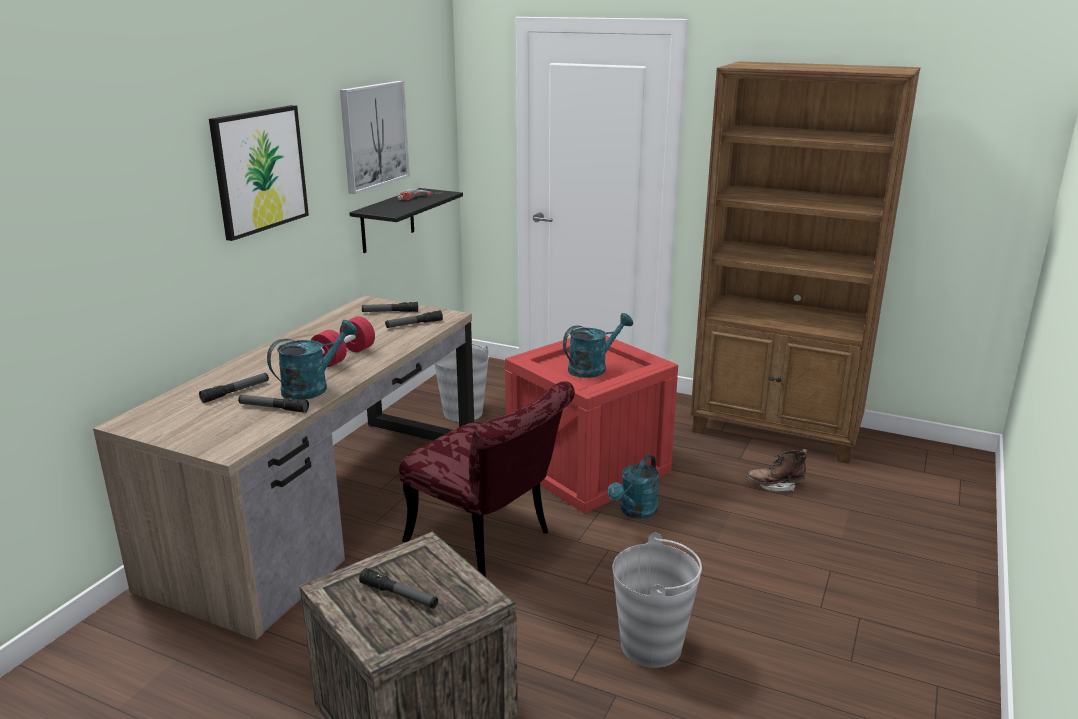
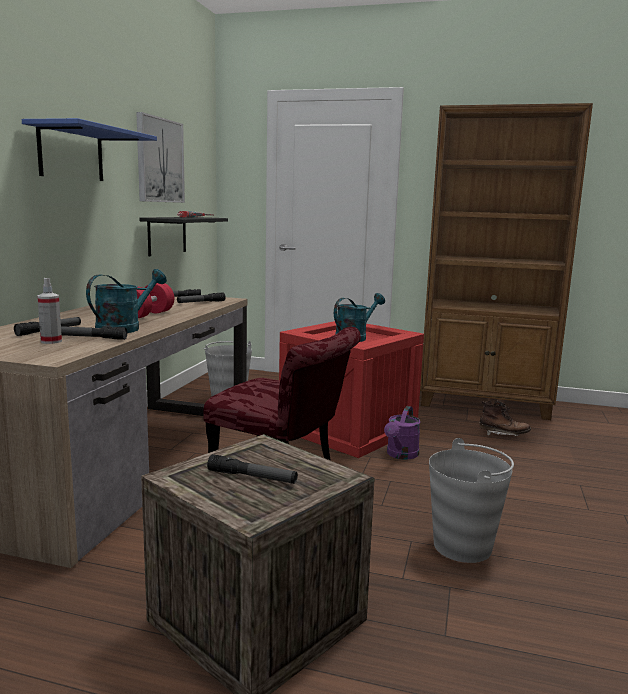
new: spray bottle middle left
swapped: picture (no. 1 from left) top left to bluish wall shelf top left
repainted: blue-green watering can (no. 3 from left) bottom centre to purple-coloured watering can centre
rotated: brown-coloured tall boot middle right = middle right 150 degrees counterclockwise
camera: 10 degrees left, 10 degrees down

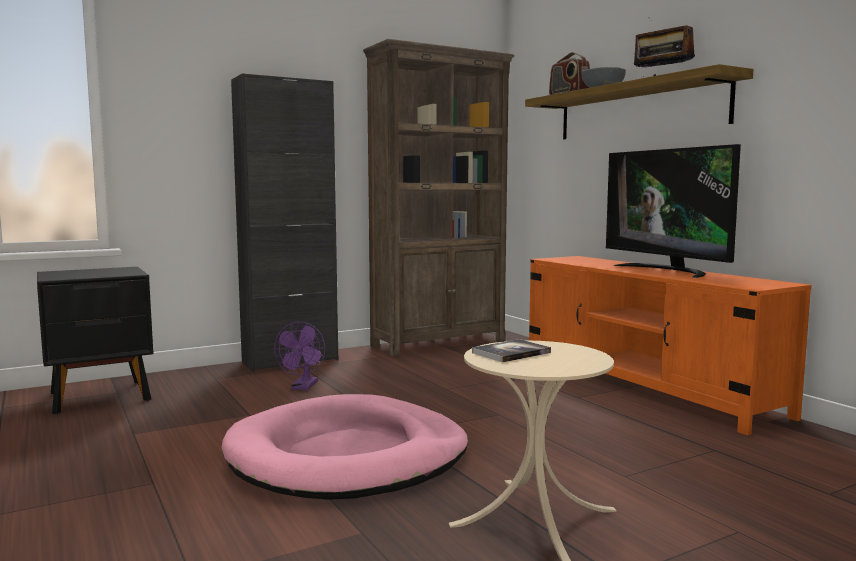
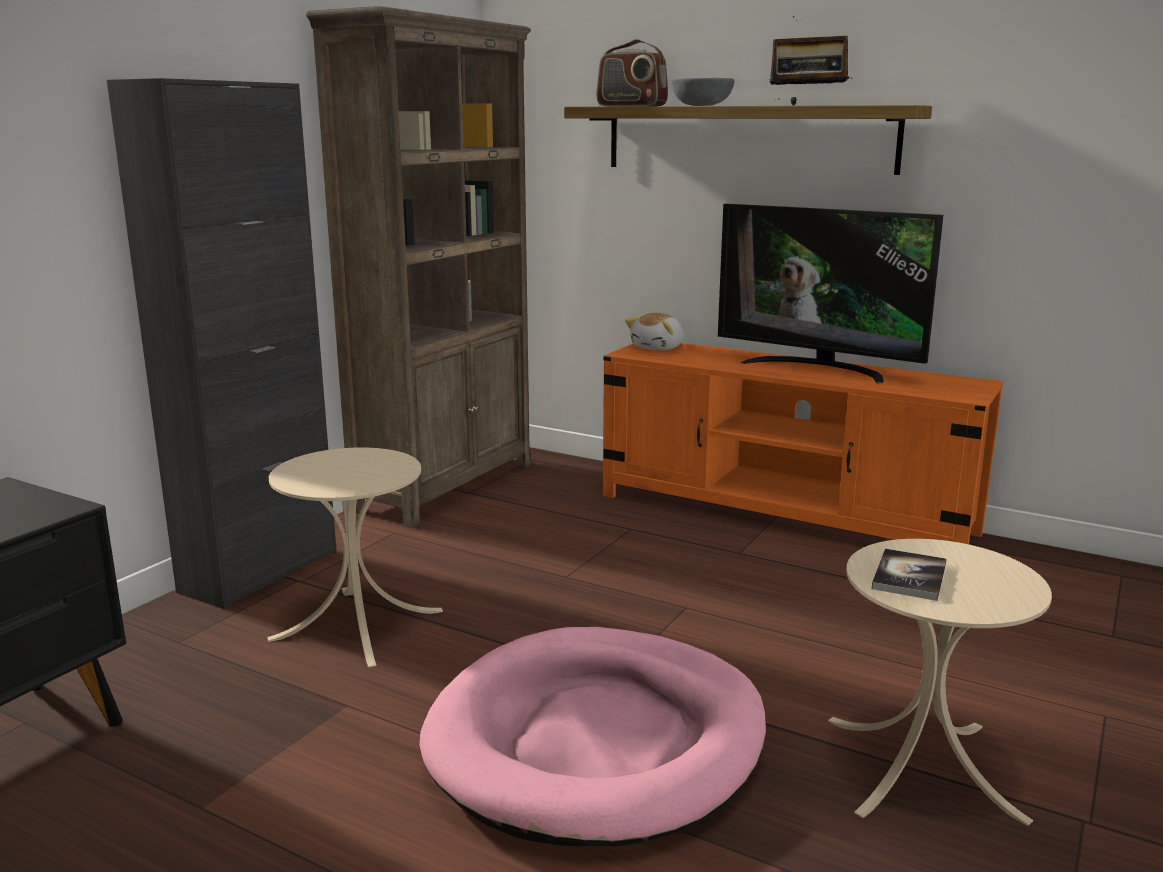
new: soft toy centre
swapped: purple-coloured fan centre to beige-coloured side table (no. 1 from left) middle left
camera: 30 degrees left, 10 degrees up

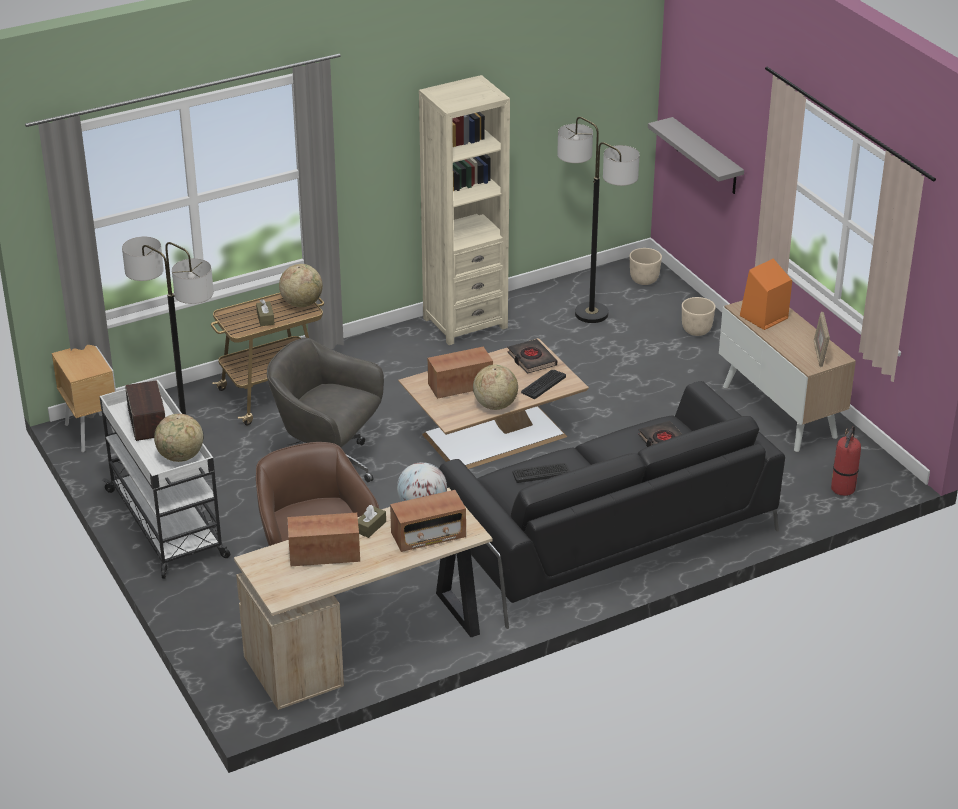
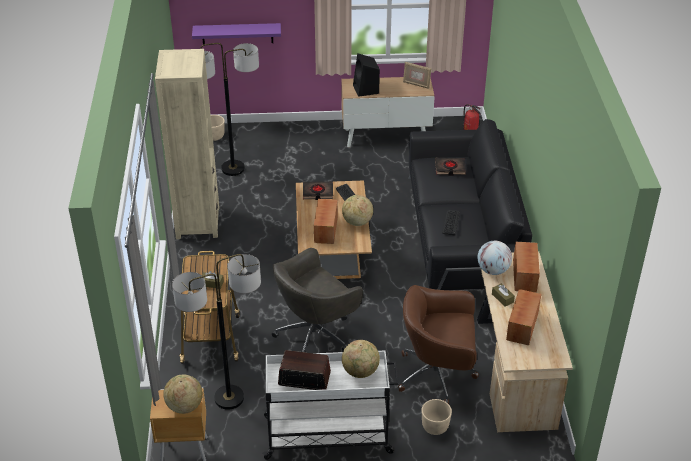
shifted: world globe (no. 2 from left in the first image) middle left to world globe (no. 1 from left) bottom left; beige-coloured planter (no. 2 from left) middle right to bottom centre
repainted: greyish wall shelf top right to purple-coloured wall shelf top centre; orangey loudspeaker middle right to black loudspeaker top centre
camera: 65 degrees left, 5 degrees up

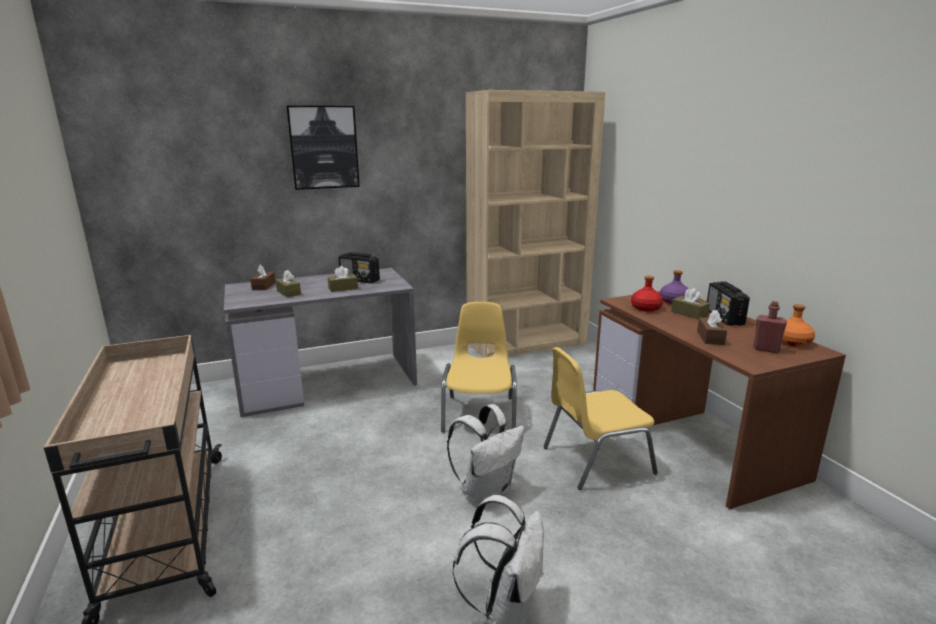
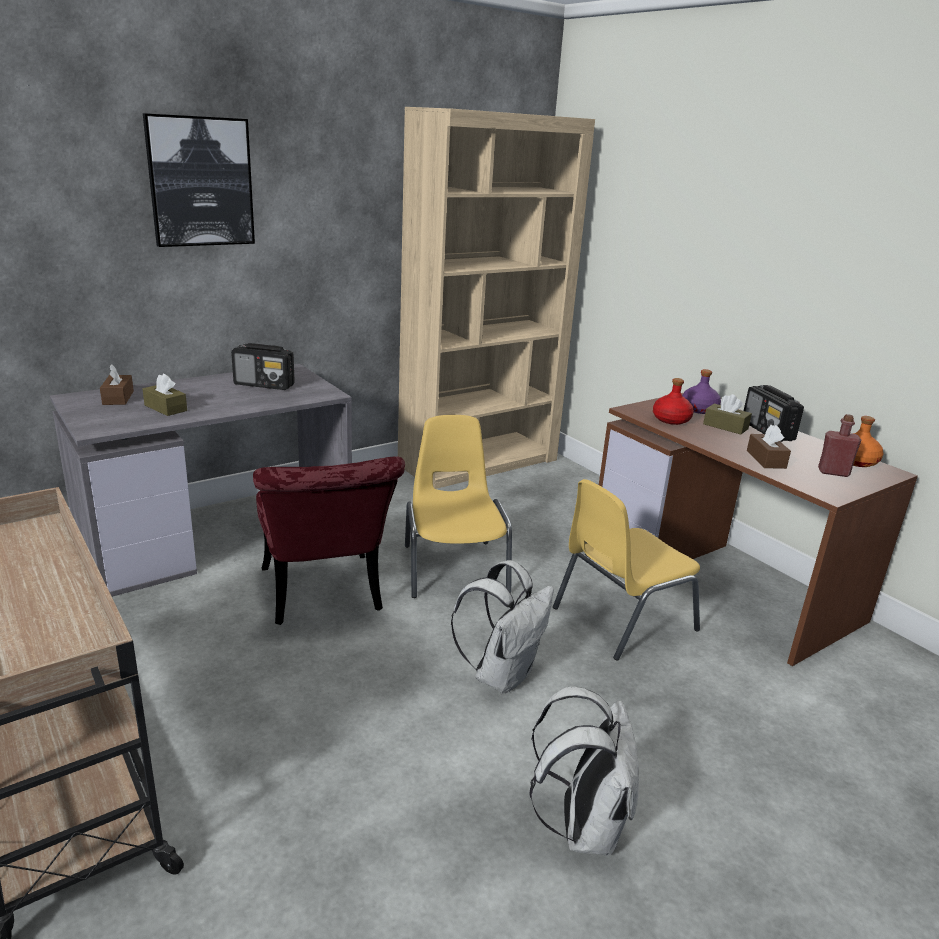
gone: brown-coloured tissue holder (no. 3 from left) centre
new: reddish upright chair centre
camera: 15 degrees left, 5 degrees up

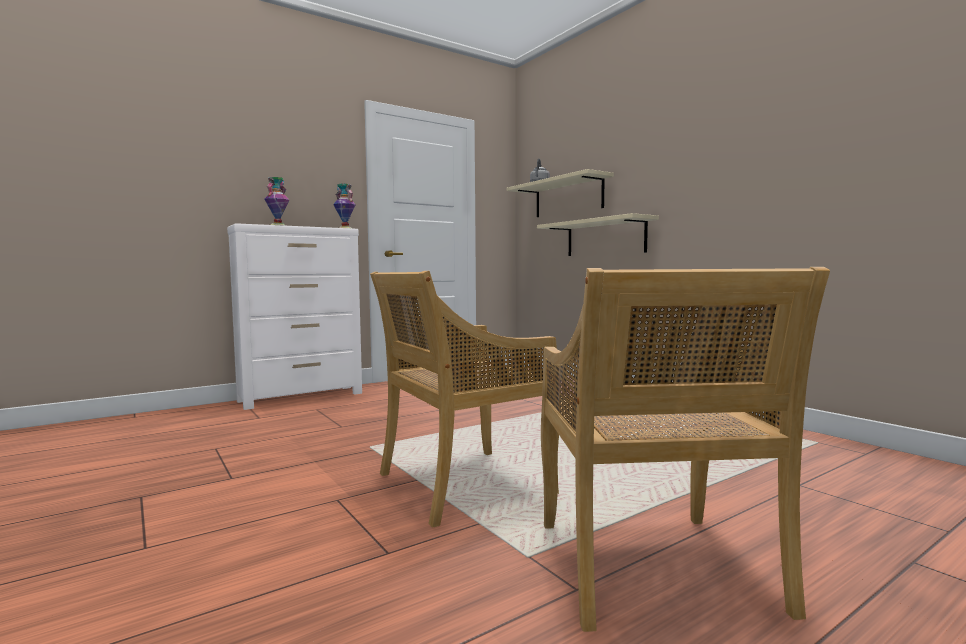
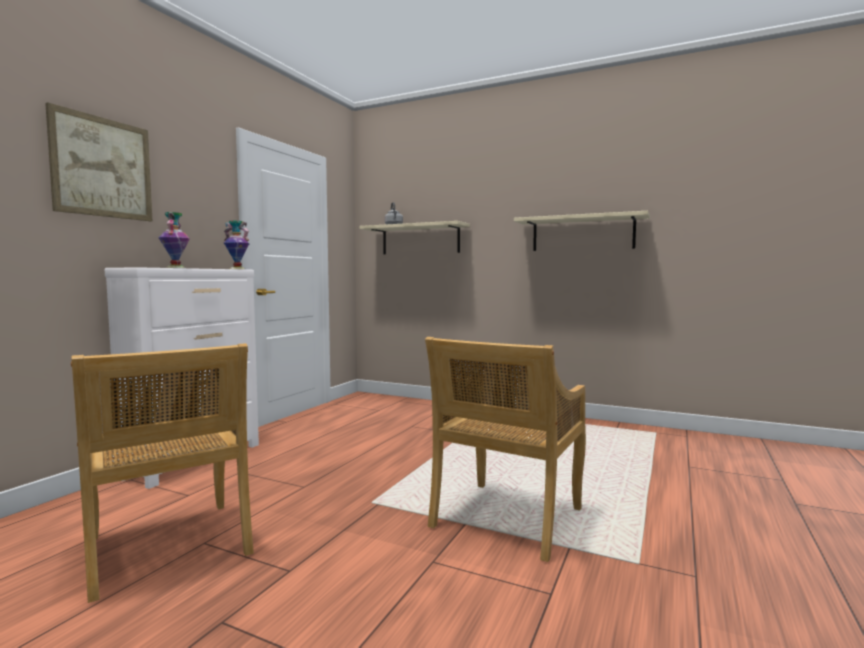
new: picture top left
shifted: beige-coloured wall shelf (no. 2 from left) centre to middle right; beige-coloured upright chair (no. 2 from left in the first image) bottom right to beige-coloured upright chair (no. 1 from left) bottom left
camera: 30 degrees left, 0 degrees up

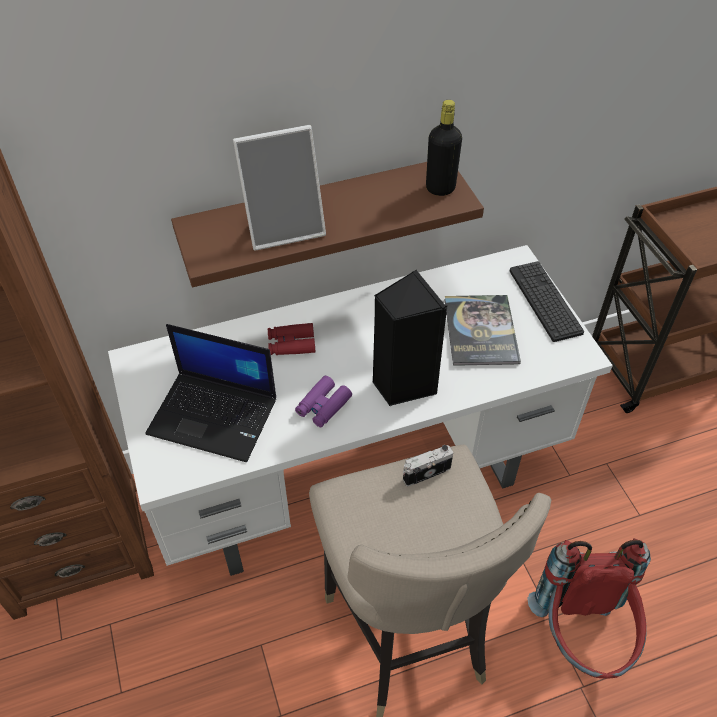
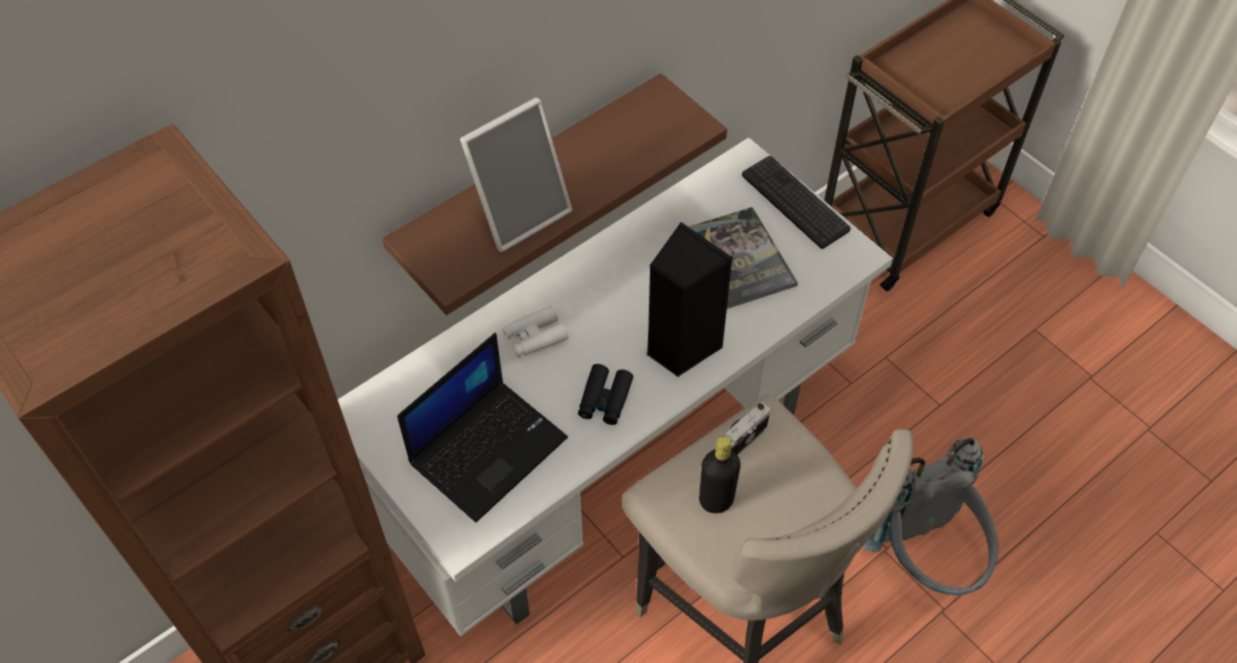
shifted: black drink bottle top centre to bottom centre
repainted: reddish binoculars centre to whitish binoculars centre; purple-coloured binoculars centre to black binoculars centre; reddish knapsack bottom right to greyish knapsack bottom right
rotated: portable computer middle left = centre 45 degrees counterclockwise
camera: 20 degrees left, 5 degrees up

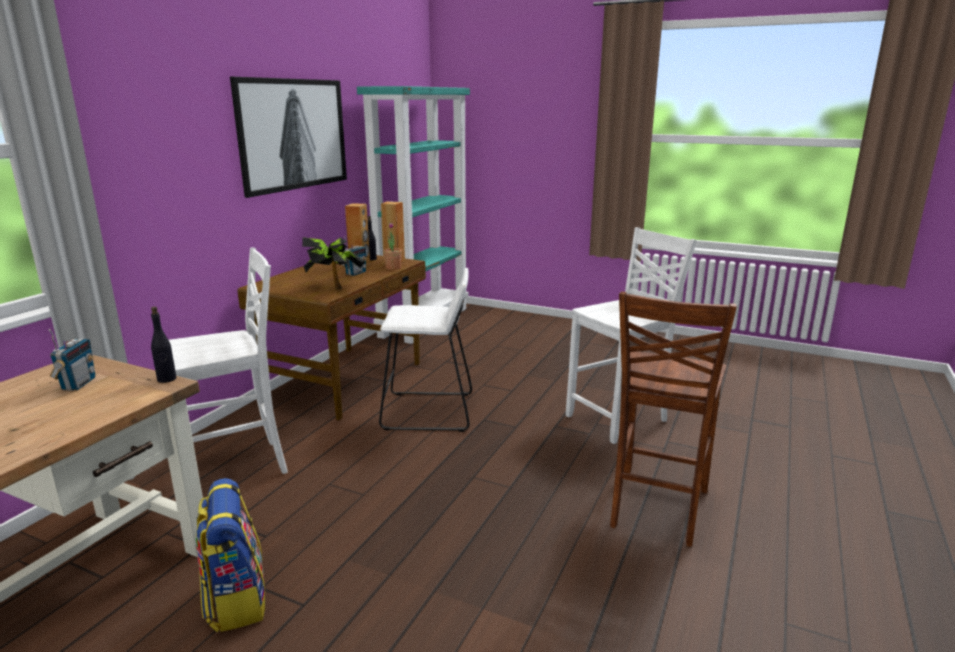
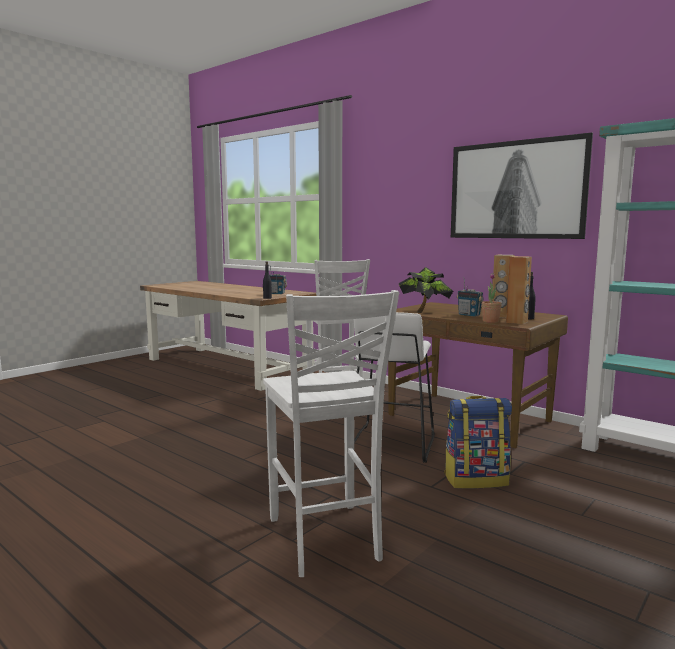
gone: brown-coloured upright chair middle right
shifted: knapsack bottom left to bottom right
camera: 105 degrees right, 10 degrees down

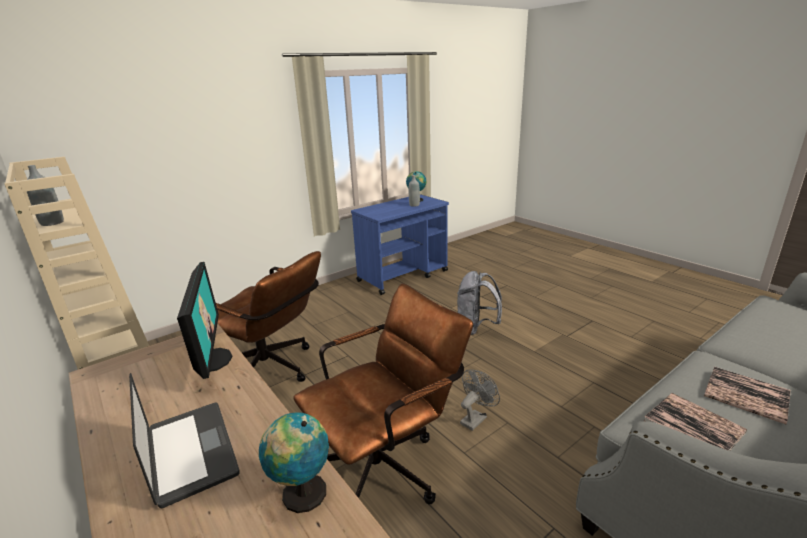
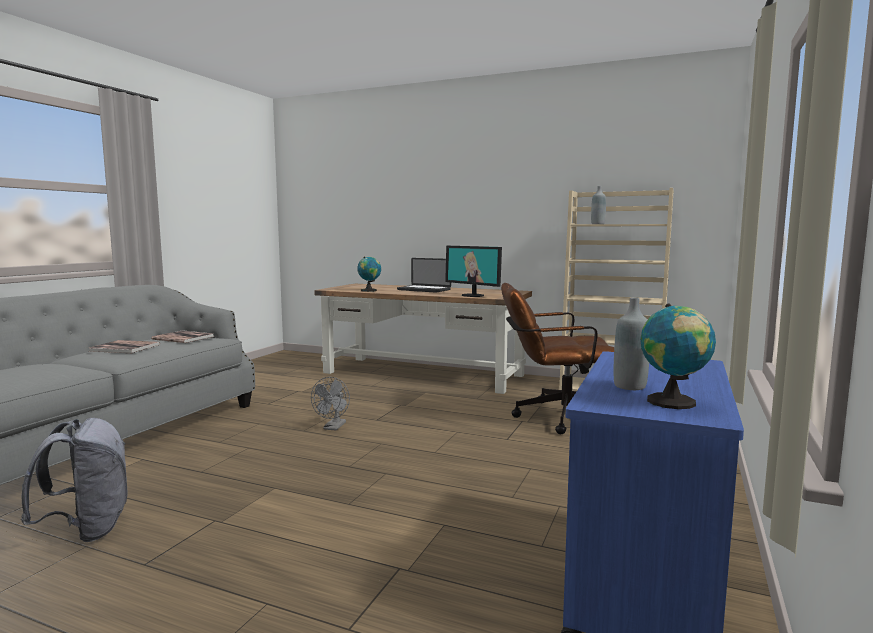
gone: brown-coloured office chair (no. 2 from left) bottom centre
shifted: greyish knapsack centre to bottom left
camera: 150 degrees right, 15 degrees down

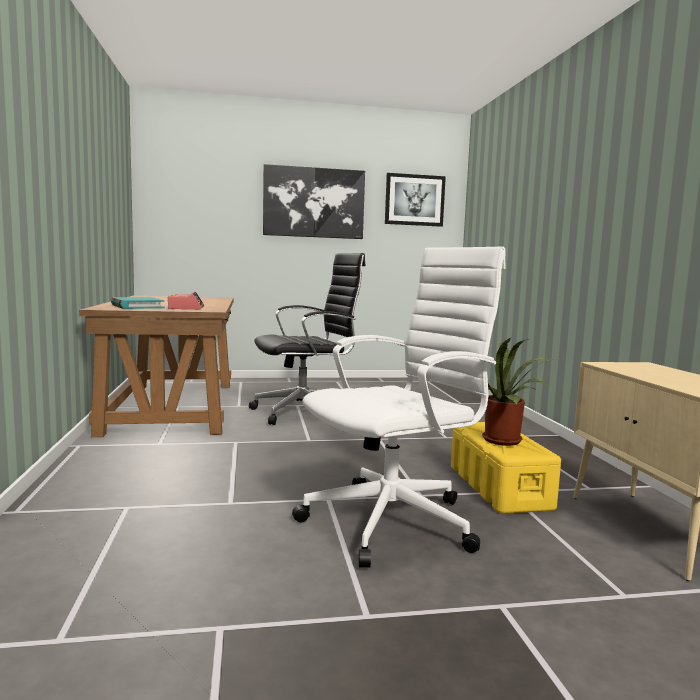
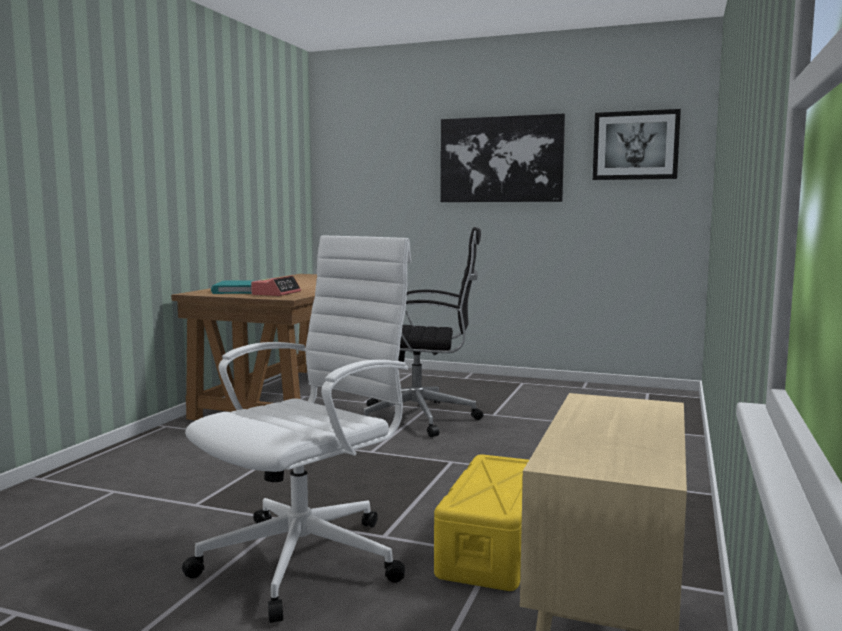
gone: plant in a pot middle right
rotated: whitish office chair centre = bottom centre 45 degrees counterclockwise
camera: 30 degrees right, 0 degrees up

